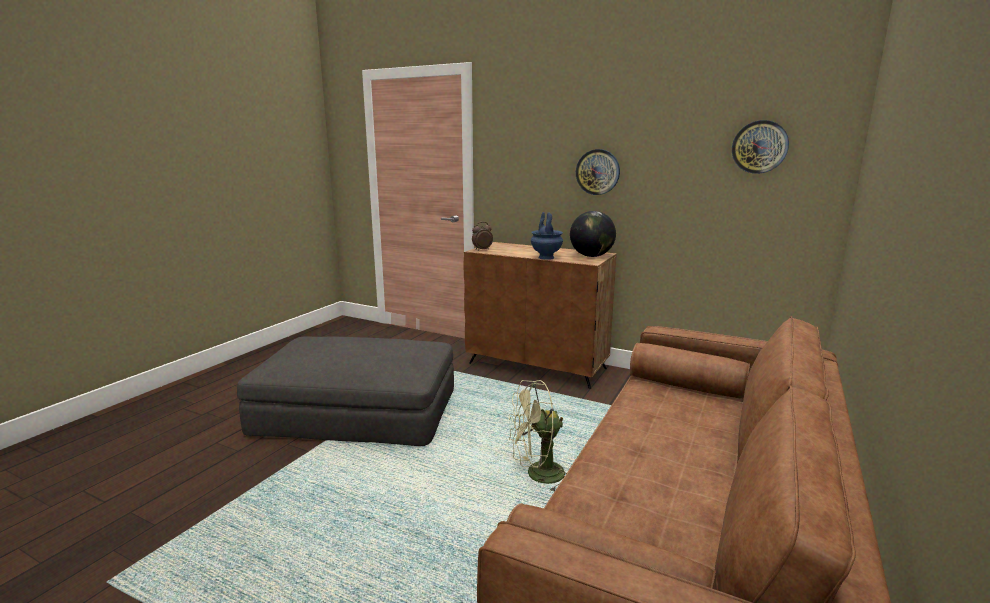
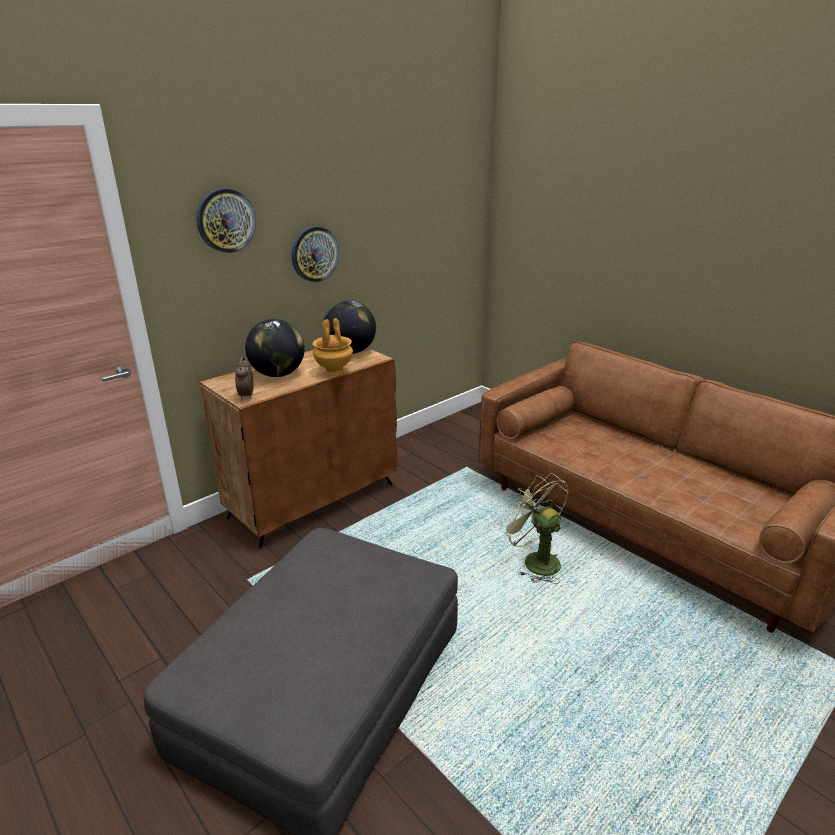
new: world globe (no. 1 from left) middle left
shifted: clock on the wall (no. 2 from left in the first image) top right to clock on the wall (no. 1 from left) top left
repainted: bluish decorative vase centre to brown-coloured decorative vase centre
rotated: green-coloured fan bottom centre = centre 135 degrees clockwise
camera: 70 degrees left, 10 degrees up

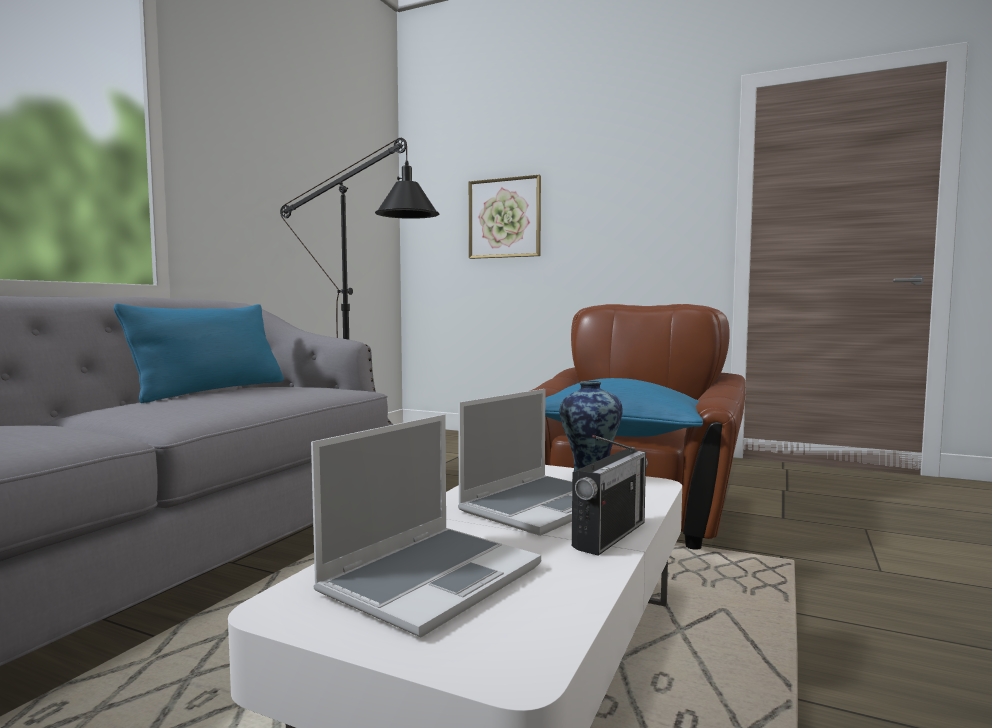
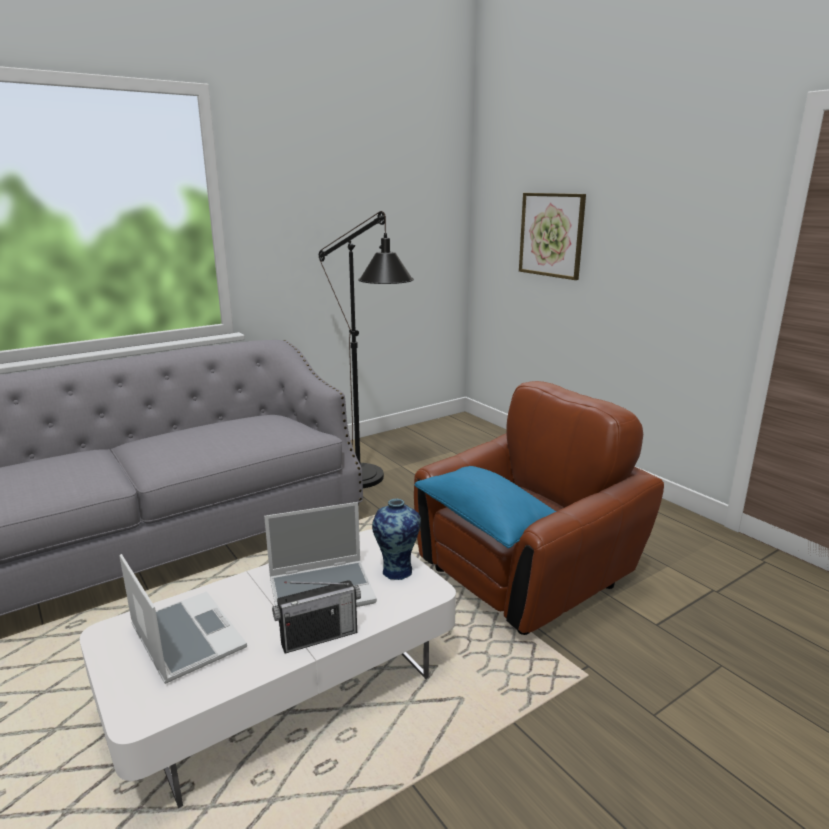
gone: bluish throw pillow (no. 1 from left) middle left
rotated: portable computer (no. 1 from left) bottom centre = bottom left 105 degrees counterclockwise
camera: 30 degrees right, 15 degrees up

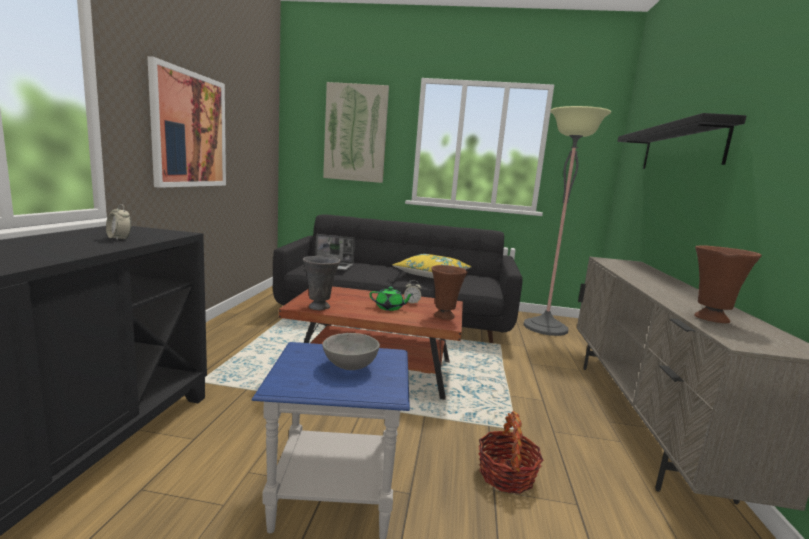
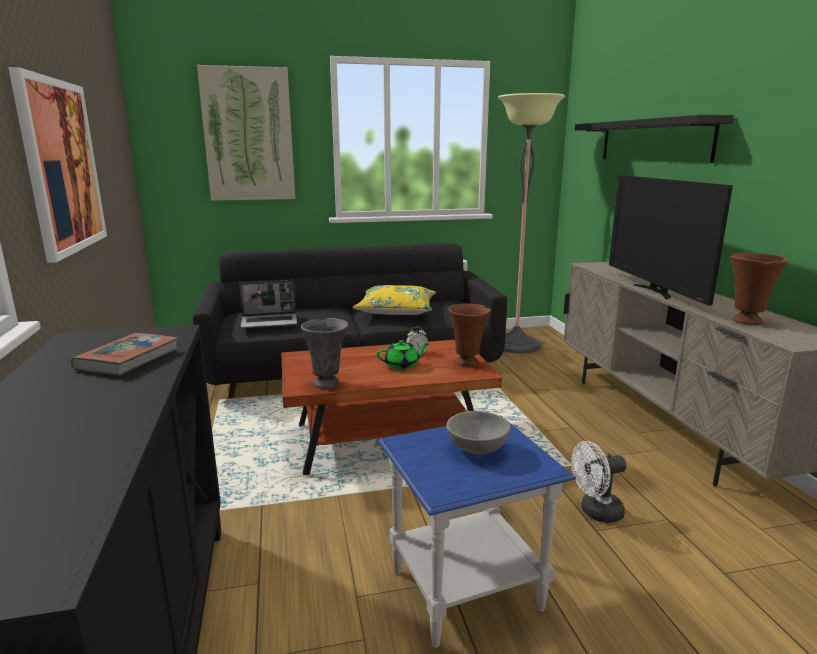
new: television middle right
swapped: table clock (no. 1 from left) middle left to bound book middle left; household basket bottom centre to whitish fan bottom right
camera: 20 degrees left, 5 degrees up

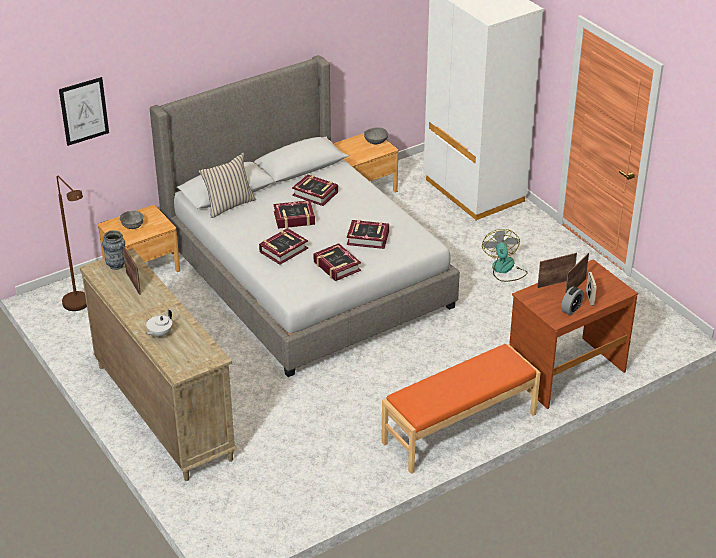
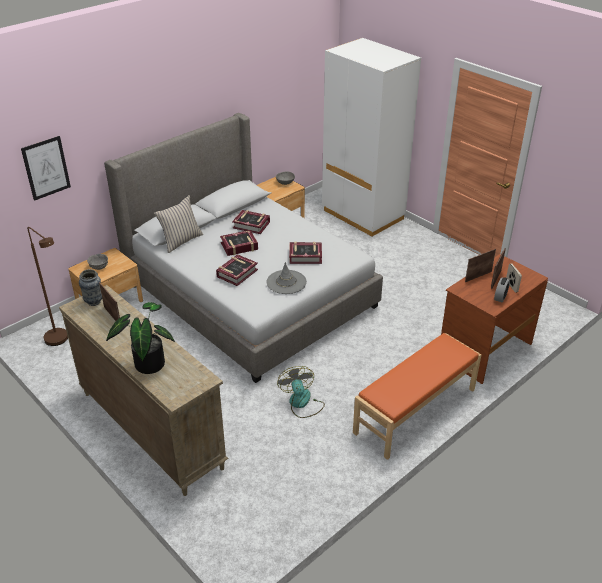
shifted: fan middle right to bottom centre
swapped: bound book (no. 4 from left) centre to greyish wearable hat centre; whitish teapot middle left to plant in a pot middle left
camera: 10 degrees left, 0 degrees up

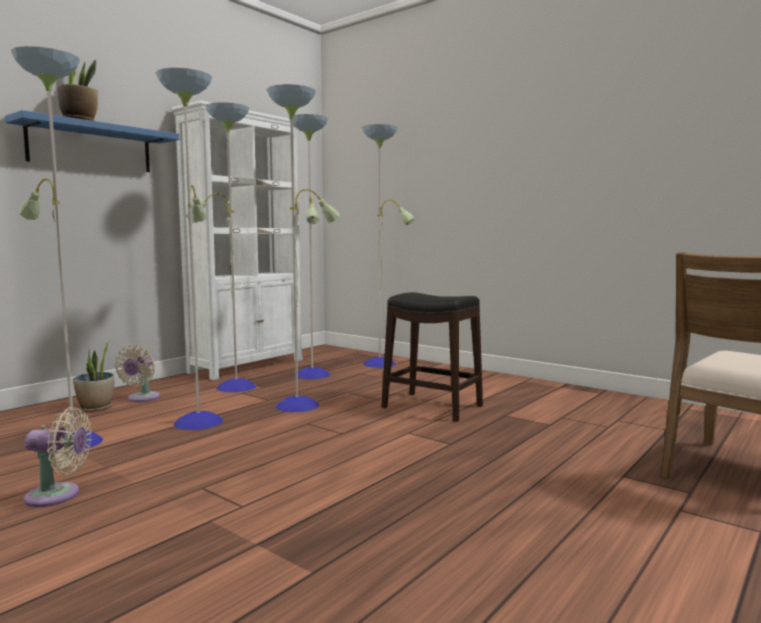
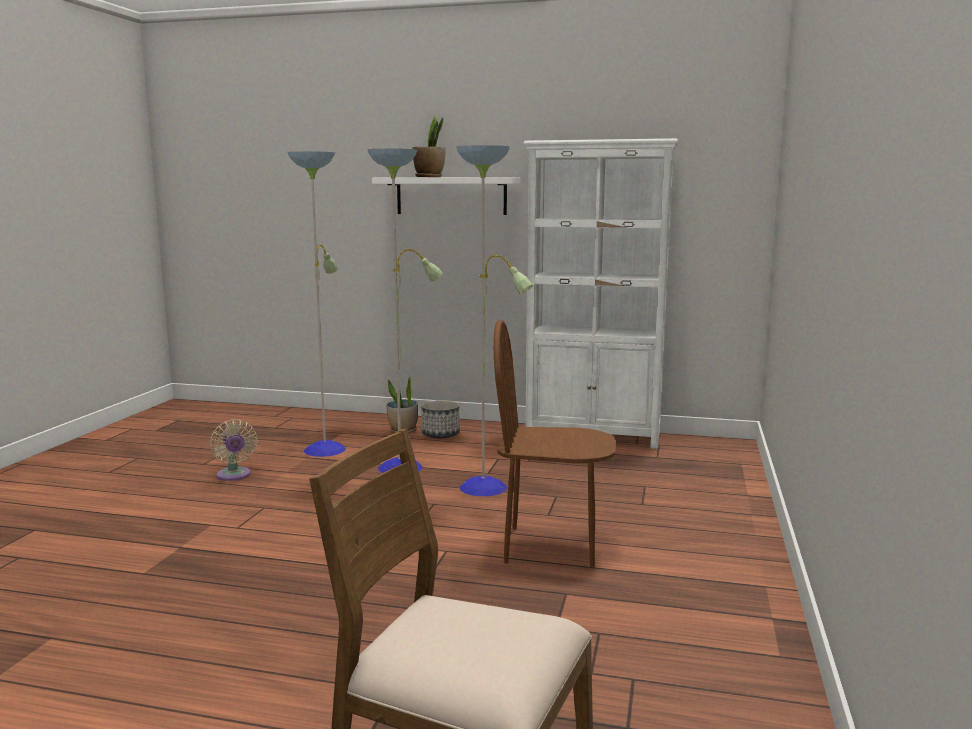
gone: standard lamp (no. 2 from left) centre
swapped: black stool seat centre to brown-coloured upright chair (no. 2 from left) centre; beige-coloured fan (no. 2 from left) middle left to planter centre
repainted: bluish wall shelf top left to whitish wall shelf top centre
camera: 65 degrees right, 5 degrees up

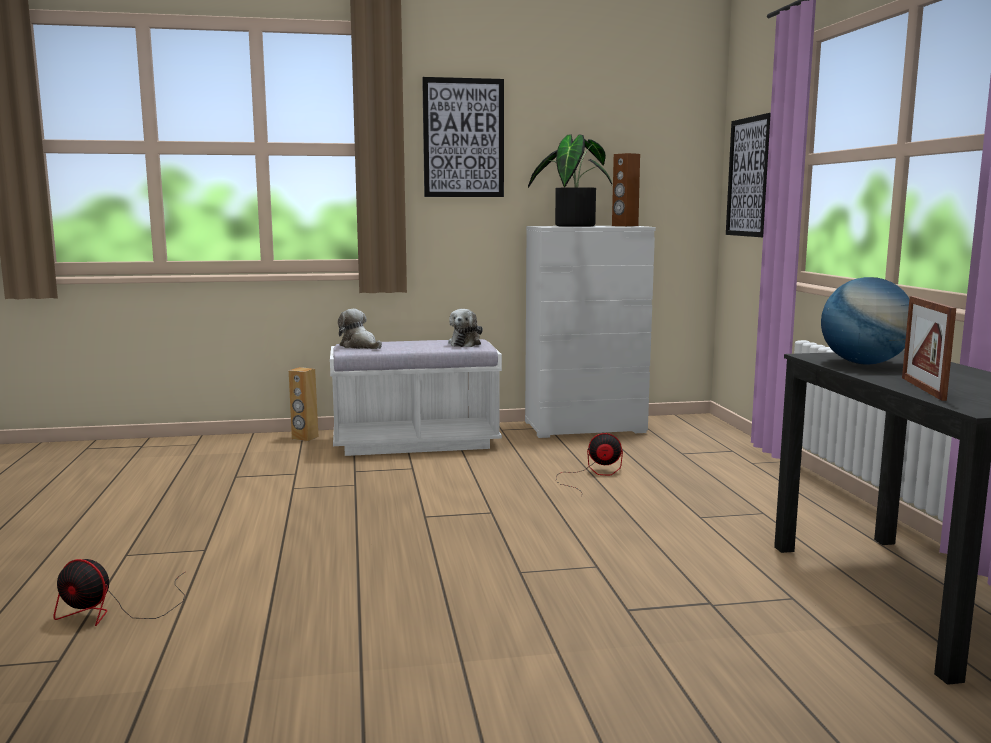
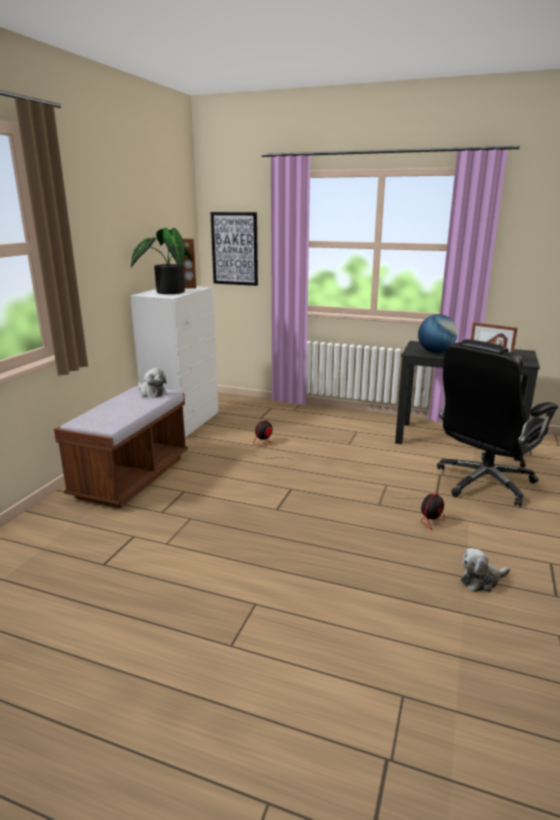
gone: picture (no. 1 from left) top centre; brown-coloured loudspeaker (no. 1 from left) middle left
new: black office chair middle right
shifted: soft toy (no. 1 from left in the first image) centre to soft toy (no. 2 from left) bottom right; fan (no. 1 from left in the first image) bottom left to fan (no. 2 from left) middle right
repainted: whitish long seat centre to brown-coloured long seat middle left
camera: 60 degrees left, 10 degrees up

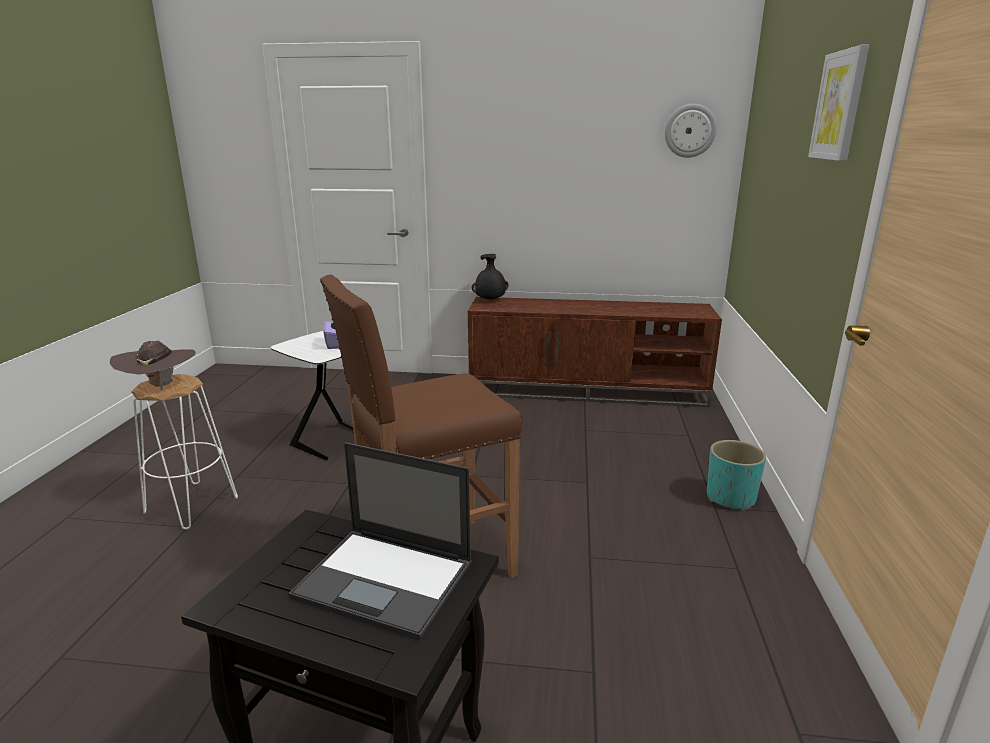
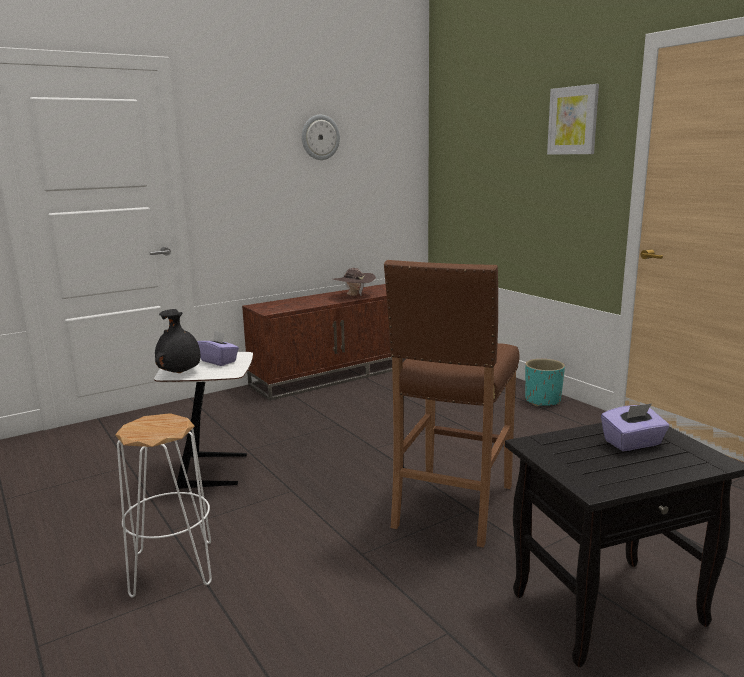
shifted: clock on the wall top right to top centre; black decorative vase centre to middle left; brown-coloured wearable hat middle left to centre
swapped: portable computer bottom centre to purple-coloured tissue holder (no. 2 from left) middle right
camera: 40 degrees left, 5 degrees down

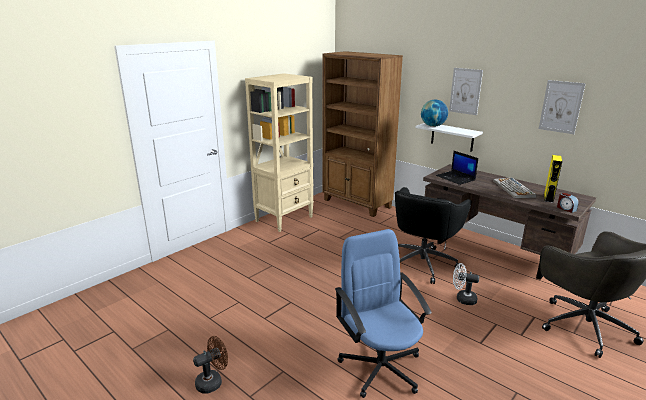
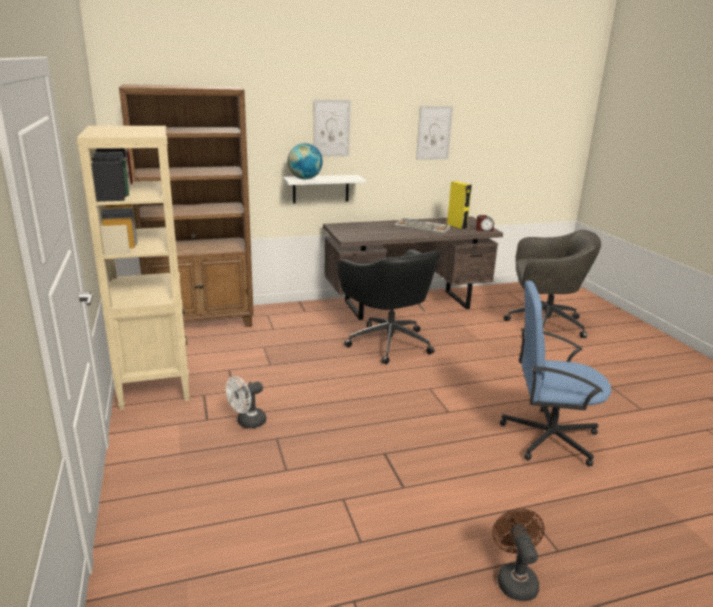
gone: portable computer middle right
shifted: whitish fan bottom right to centre
camera: 60 degrees left, 0 degrees up

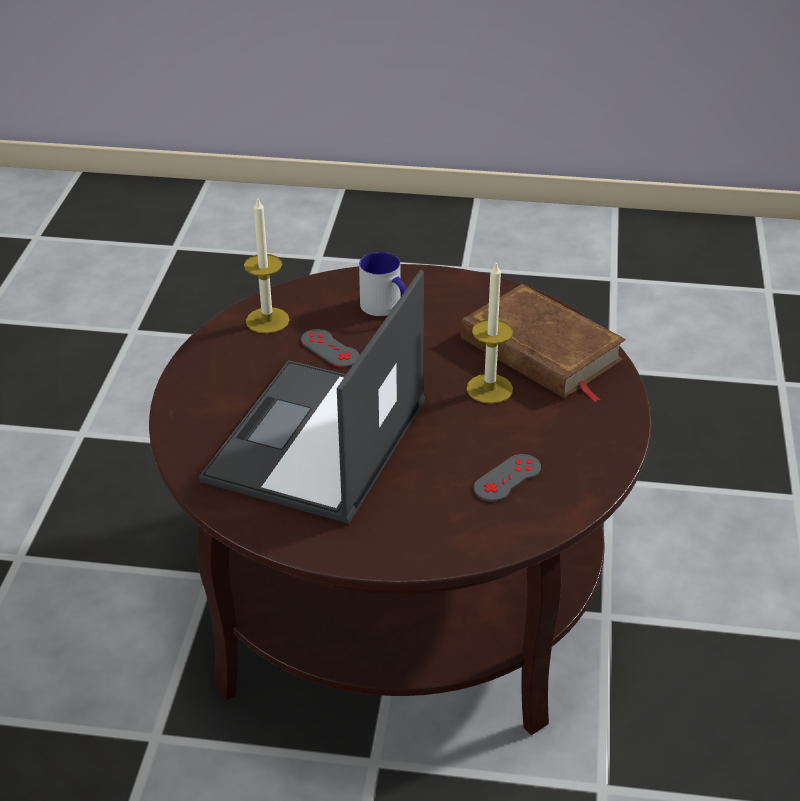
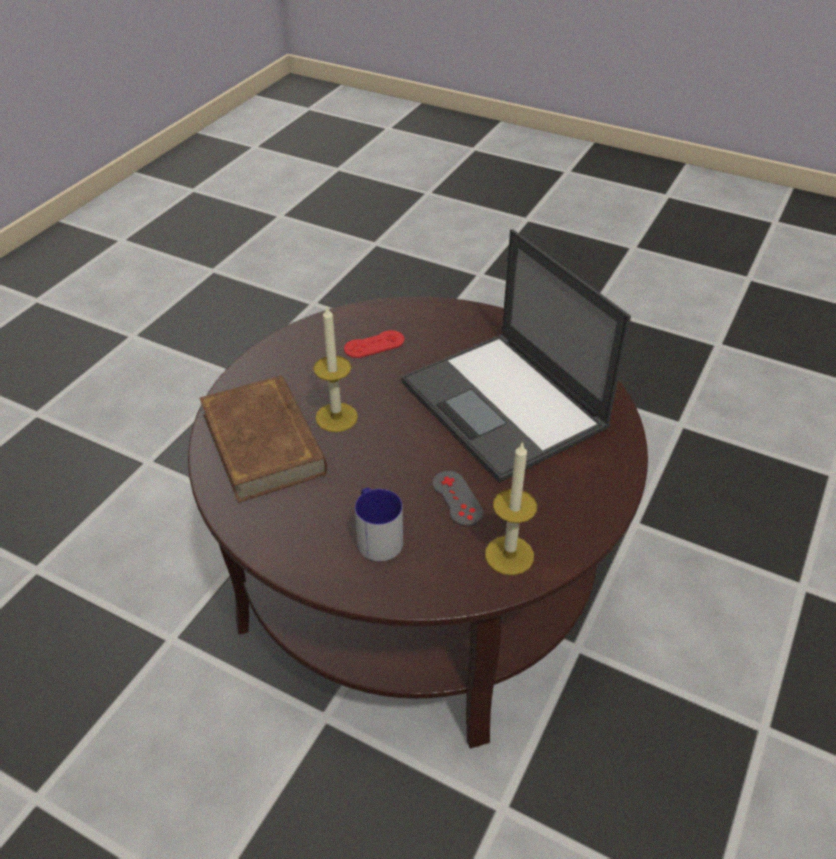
repainted: greyish joypad (no. 2 from left) centre to reddish joypad centre
rotated: portable computer centre = centre 105 degrees clockwise
camera: 160 degrees left, 5 degrees up

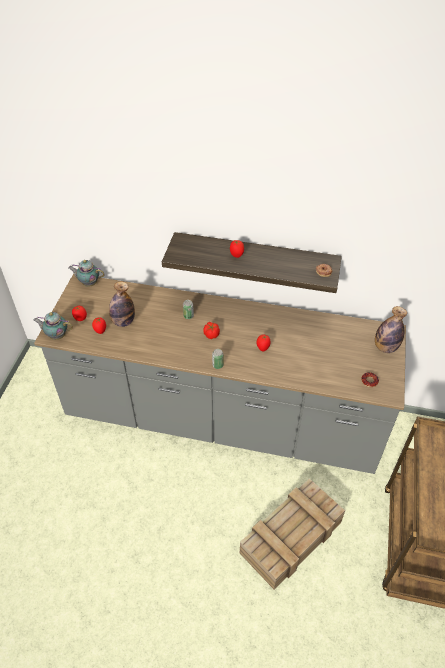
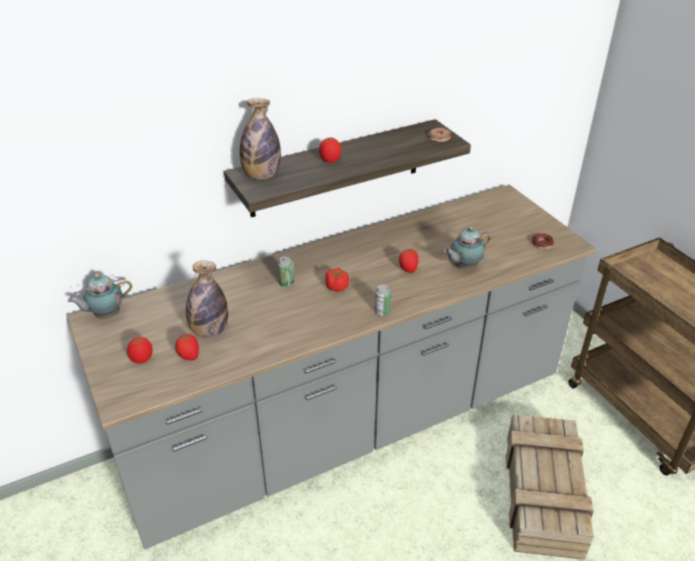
shifted: drink bottle (no. 2 from left) middle right to top centre; teapot (no. 1 from left in the first image) middle left to teapot (no. 2 from left) middle right
camera: 40 degrees left, 10 degrees down

